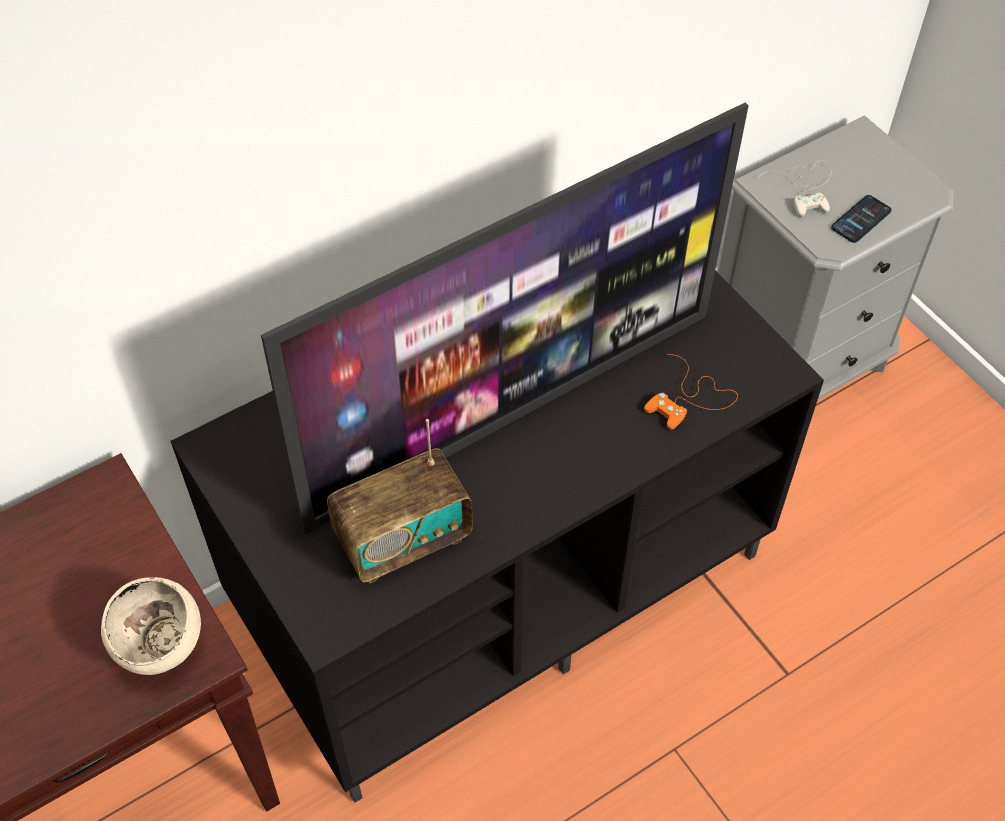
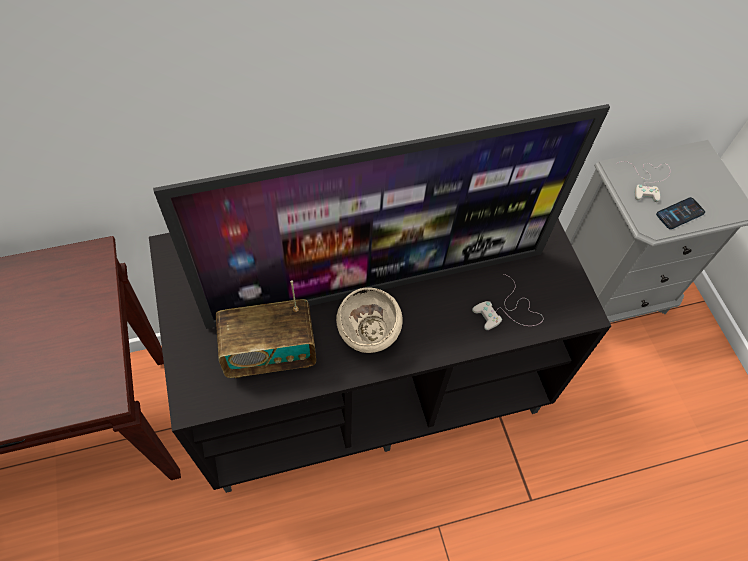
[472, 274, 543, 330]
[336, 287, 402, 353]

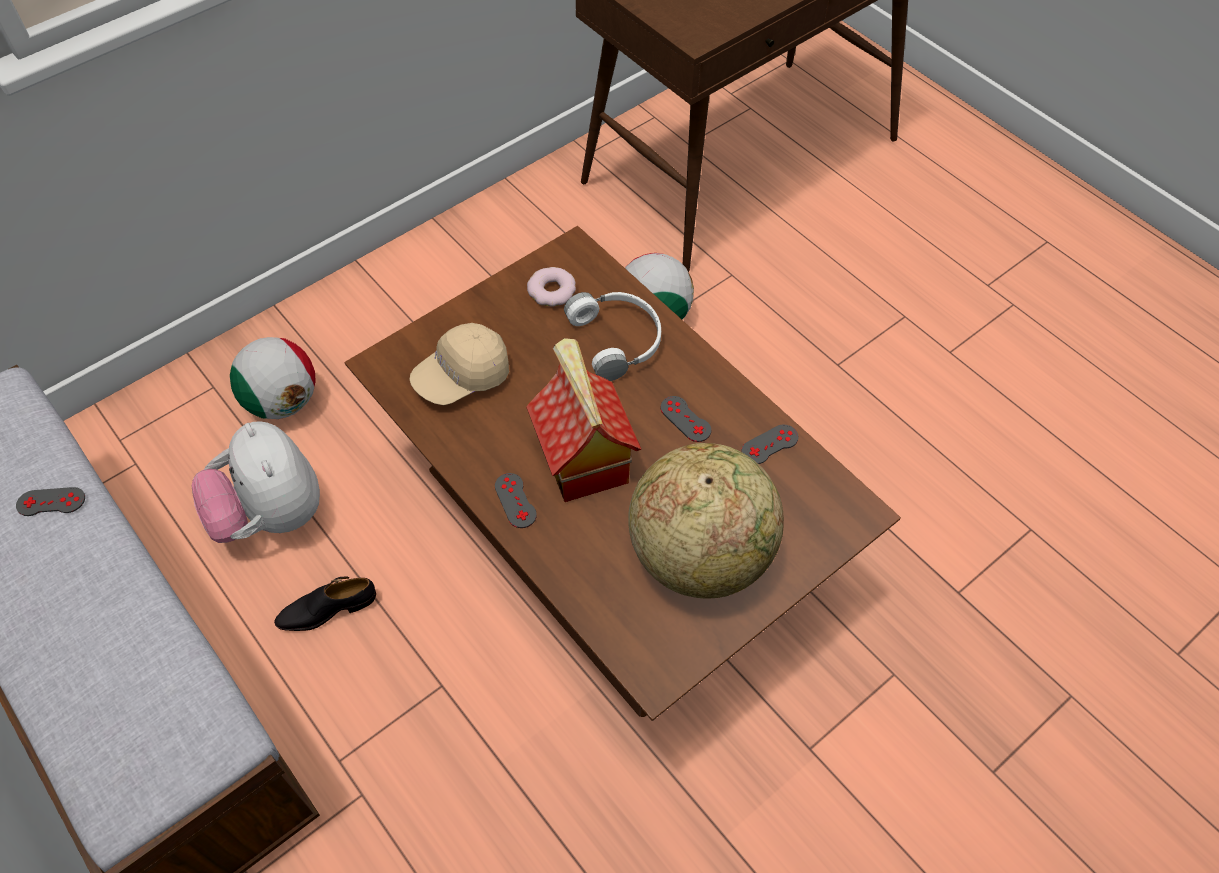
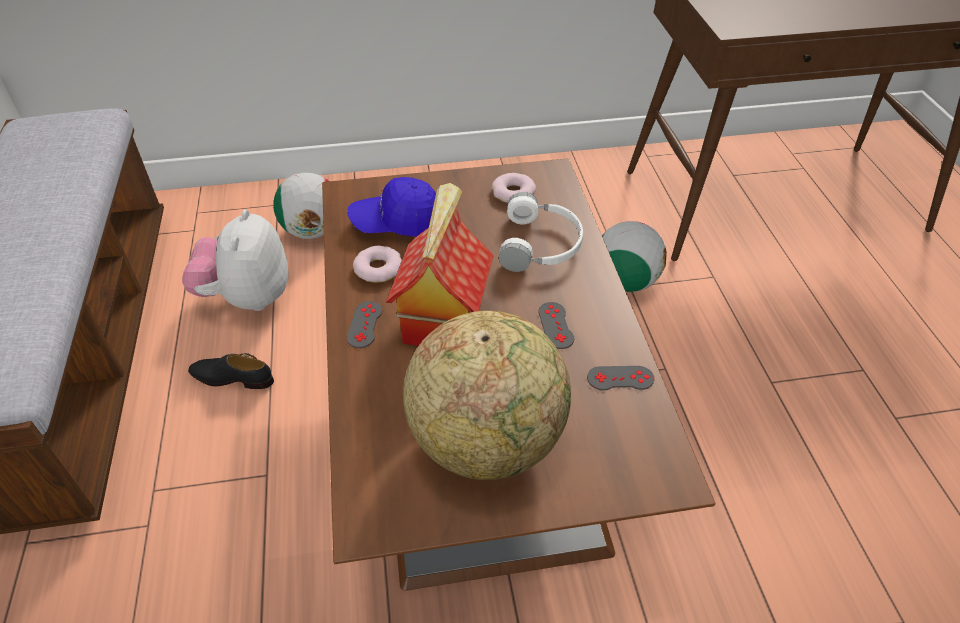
[347, 177, 436, 237]
[16, 487, 85, 516] (first image)
[353, 246, 402, 283]

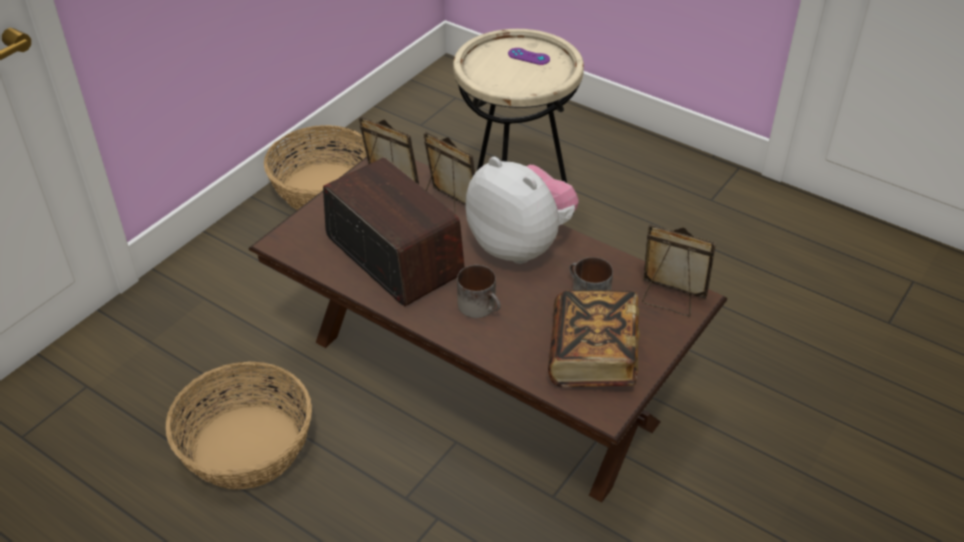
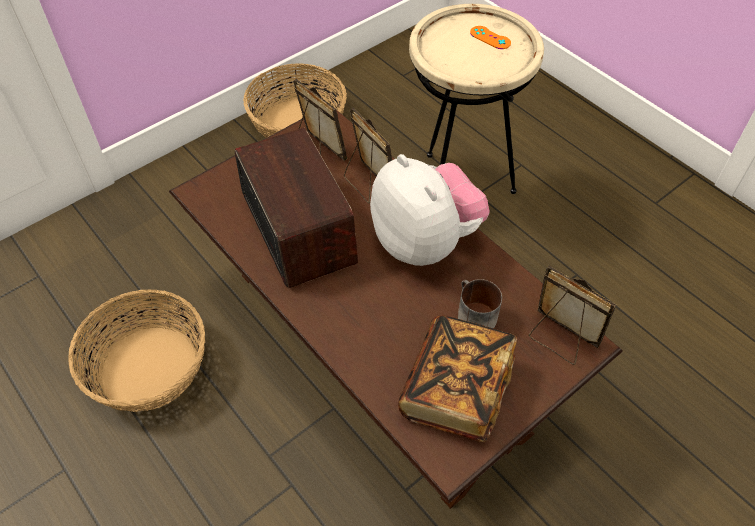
[470, 26, 511, 49]
[457, 265, 501, 318] (first image)

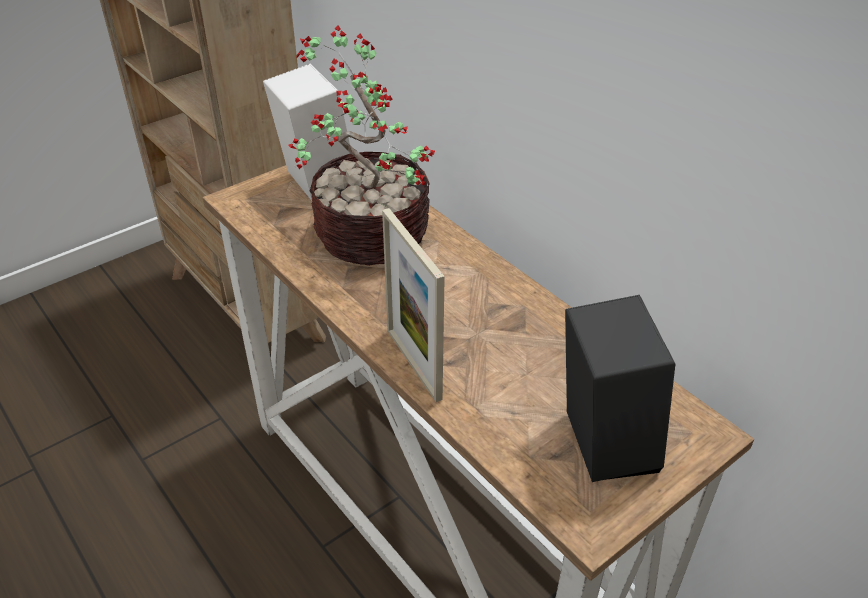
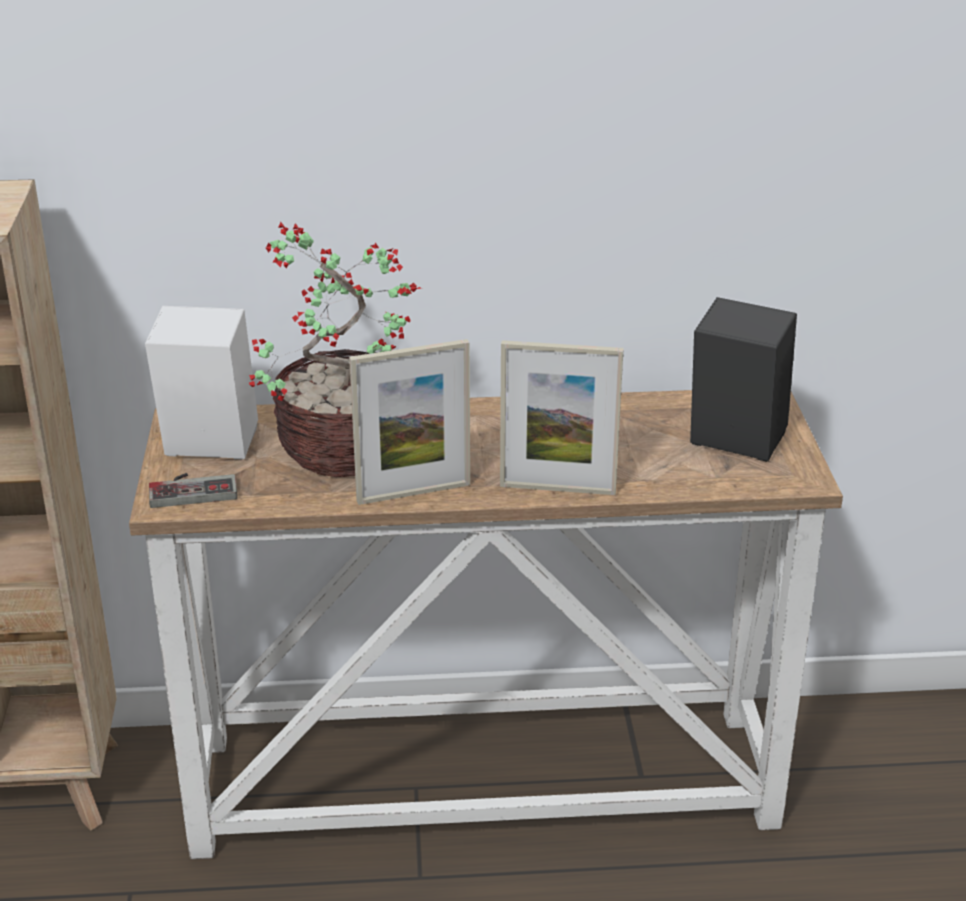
[349, 339, 470, 505]
[149, 473, 237, 508]

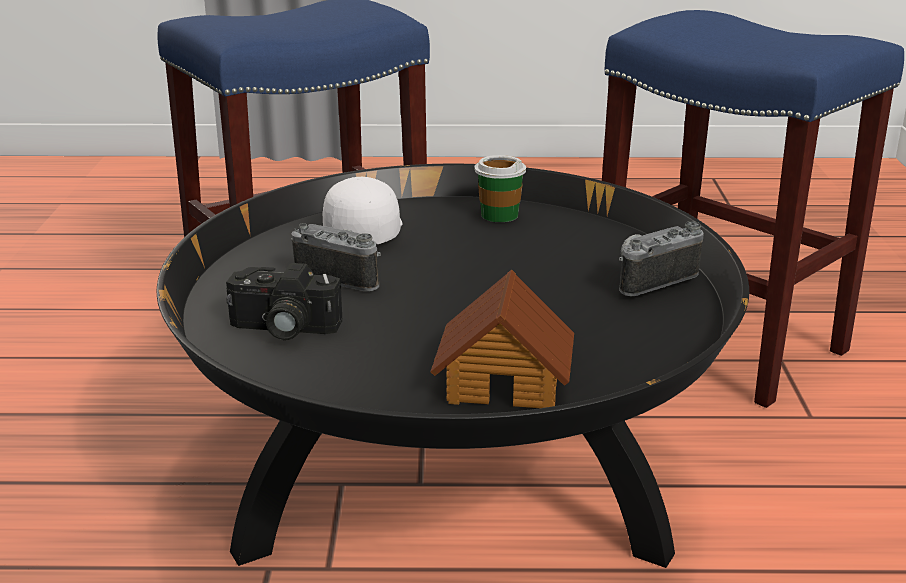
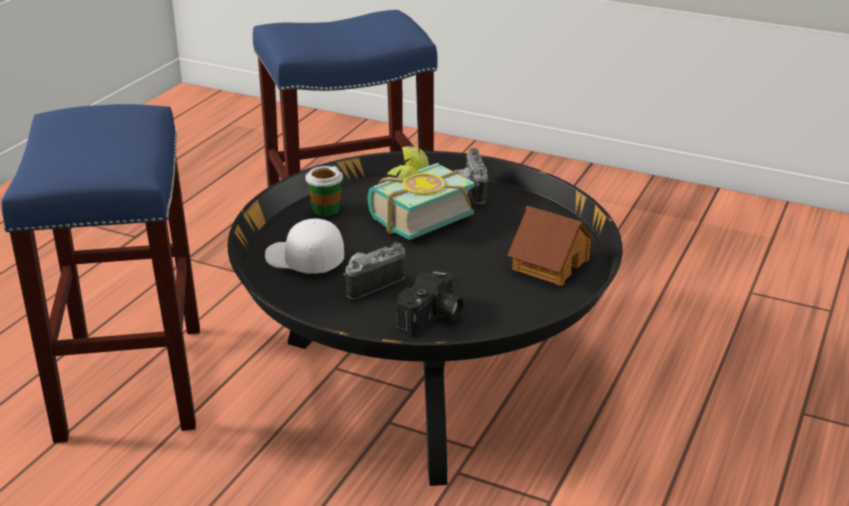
[367, 146, 475, 240]

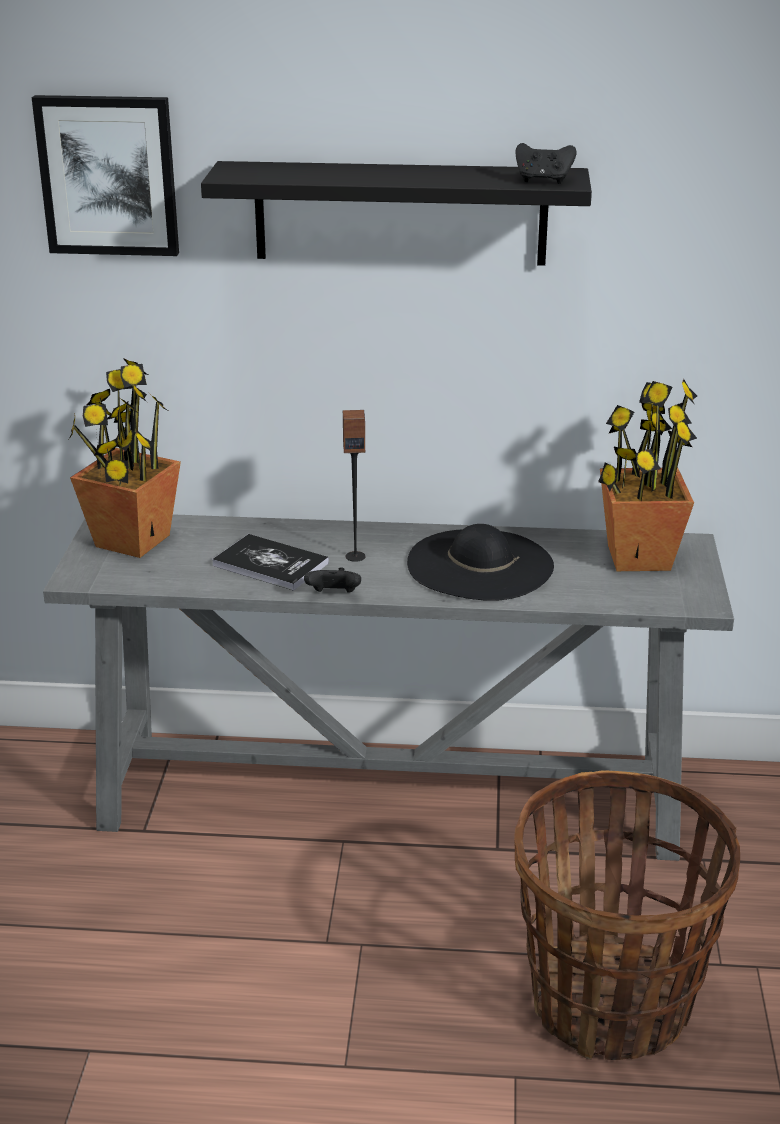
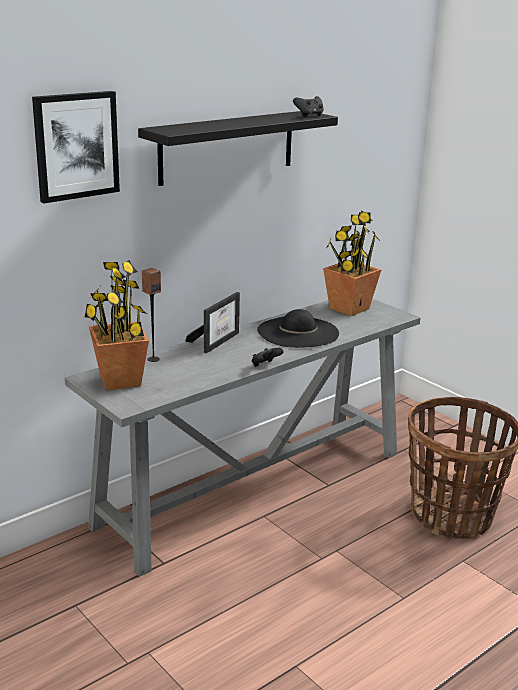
[142, 268, 161, 362]
[212, 534, 329, 591] (first image)
[185, 292, 240, 353]

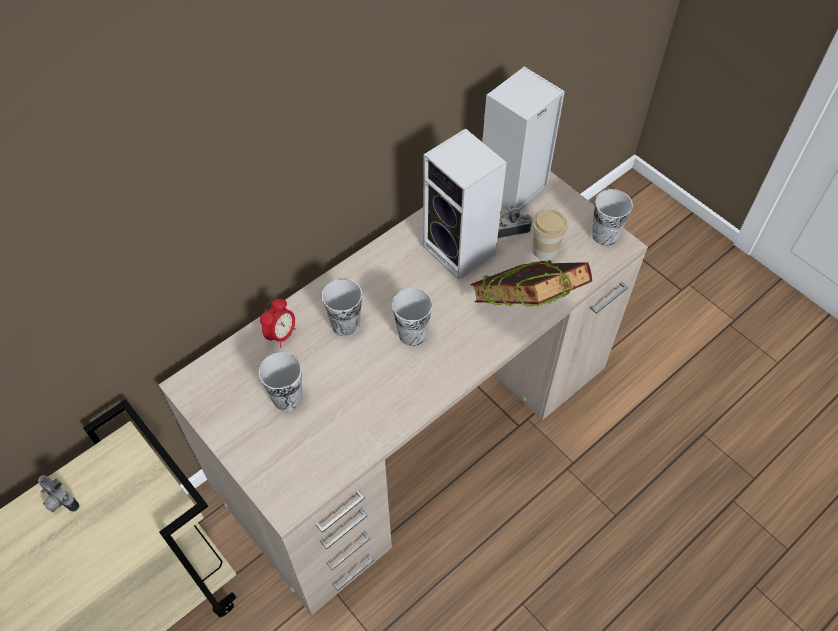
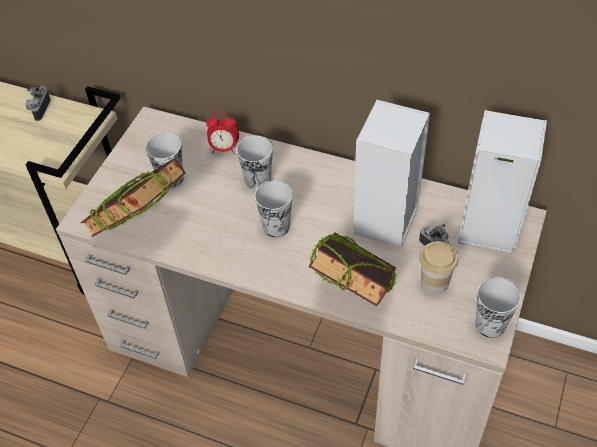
[81, 158, 185, 237]

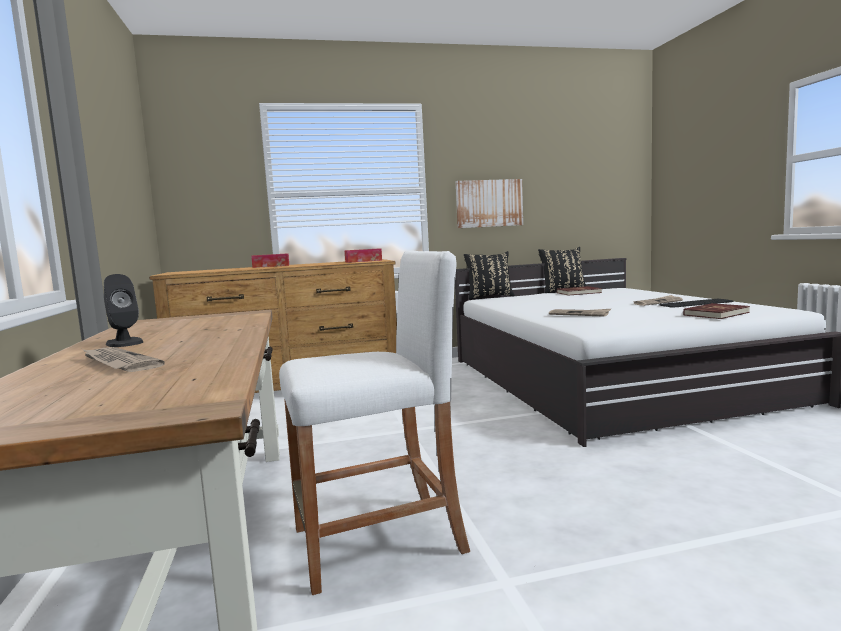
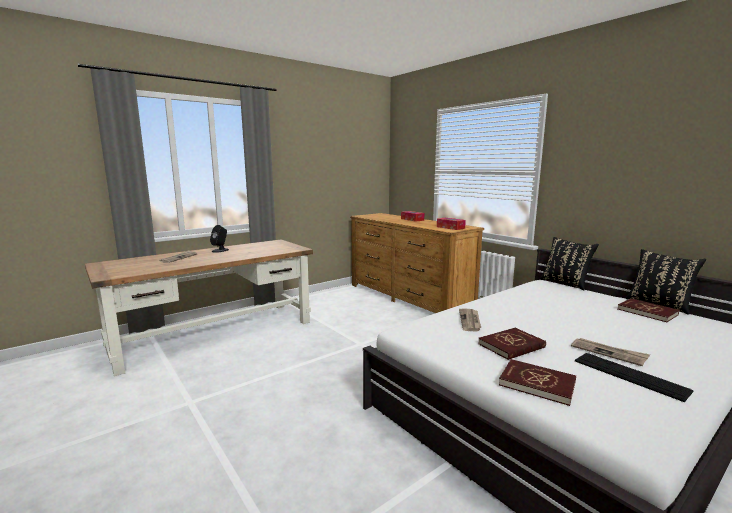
[456, 179, 523, 228] (first image)
[279, 250, 470, 595] (first image)
[478, 328, 546, 360]

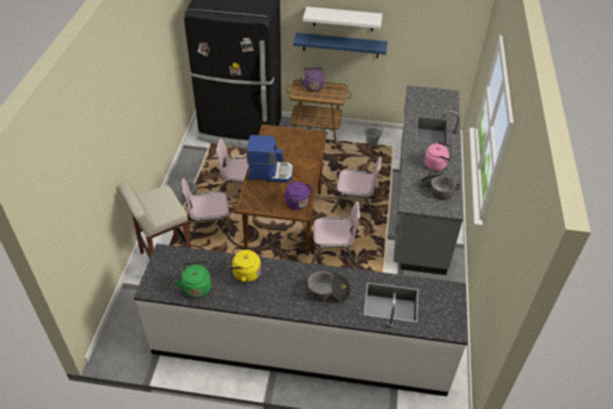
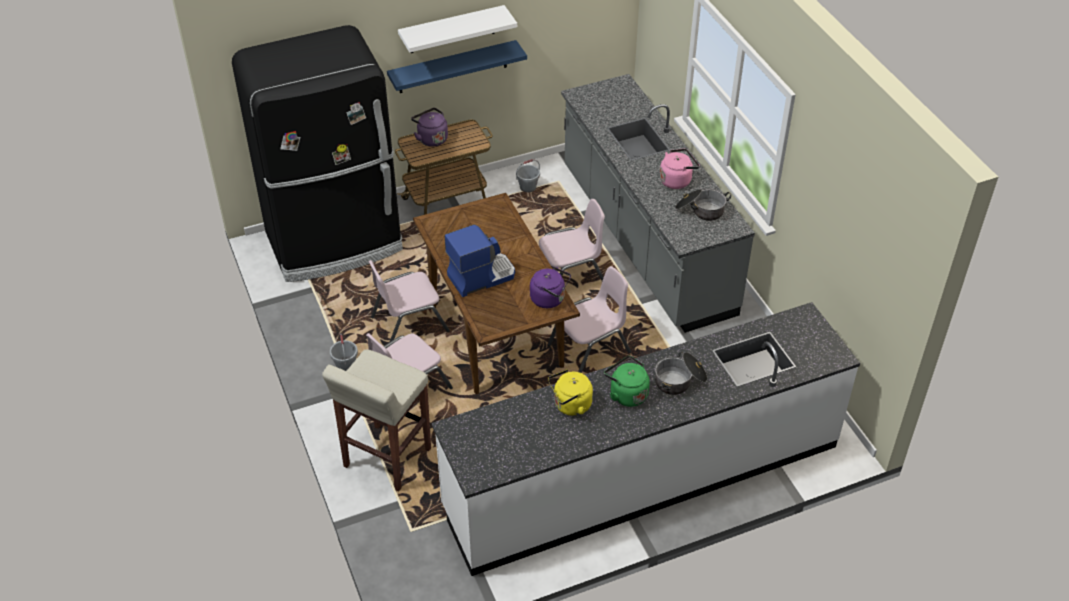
[604, 356, 650, 407]

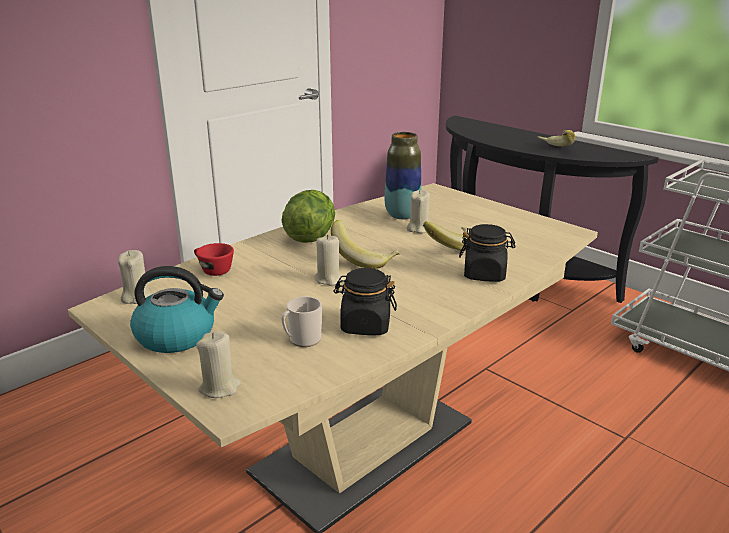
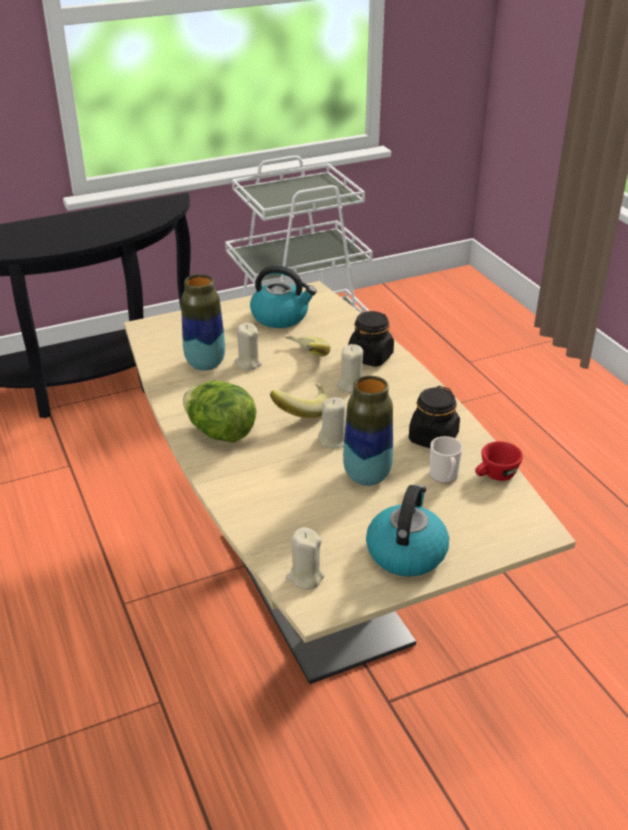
[537, 130, 575, 146] (first image)
[475, 441, 523, 481]
[337, 344, 363, 393]
[250, 266, 317, 328]
[343, 376, 393, 486]

